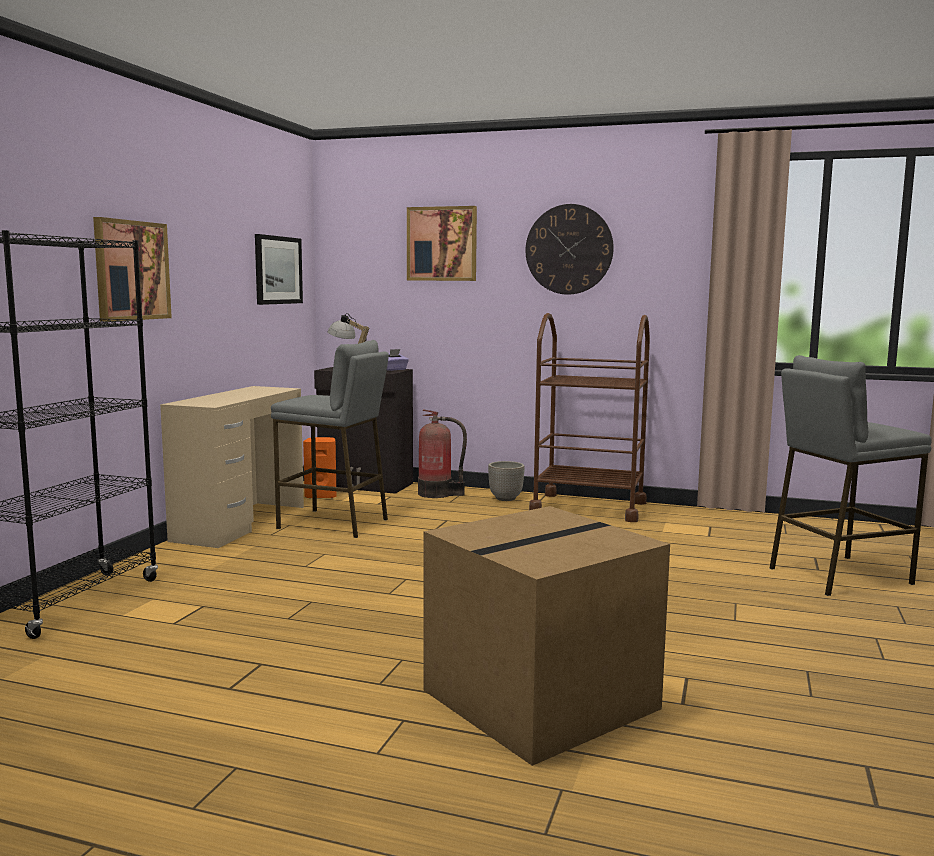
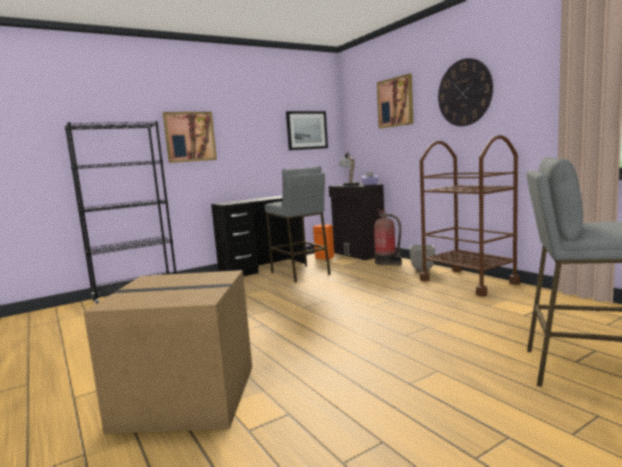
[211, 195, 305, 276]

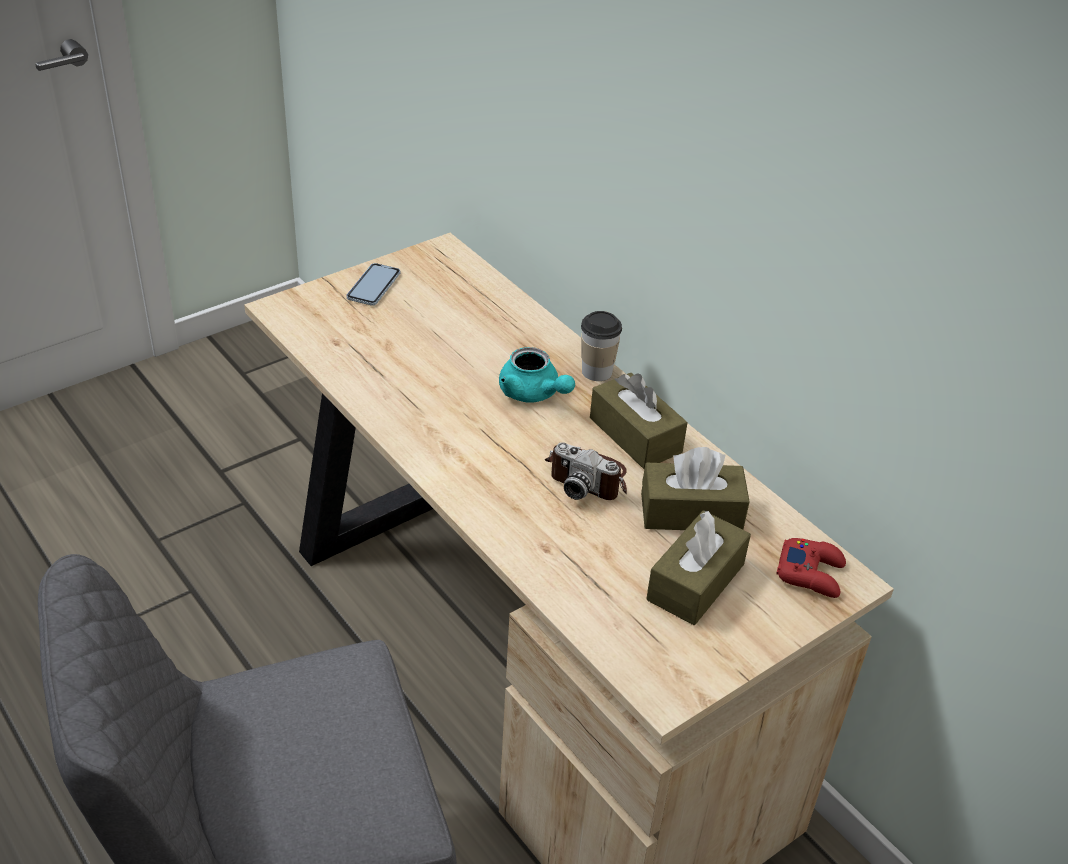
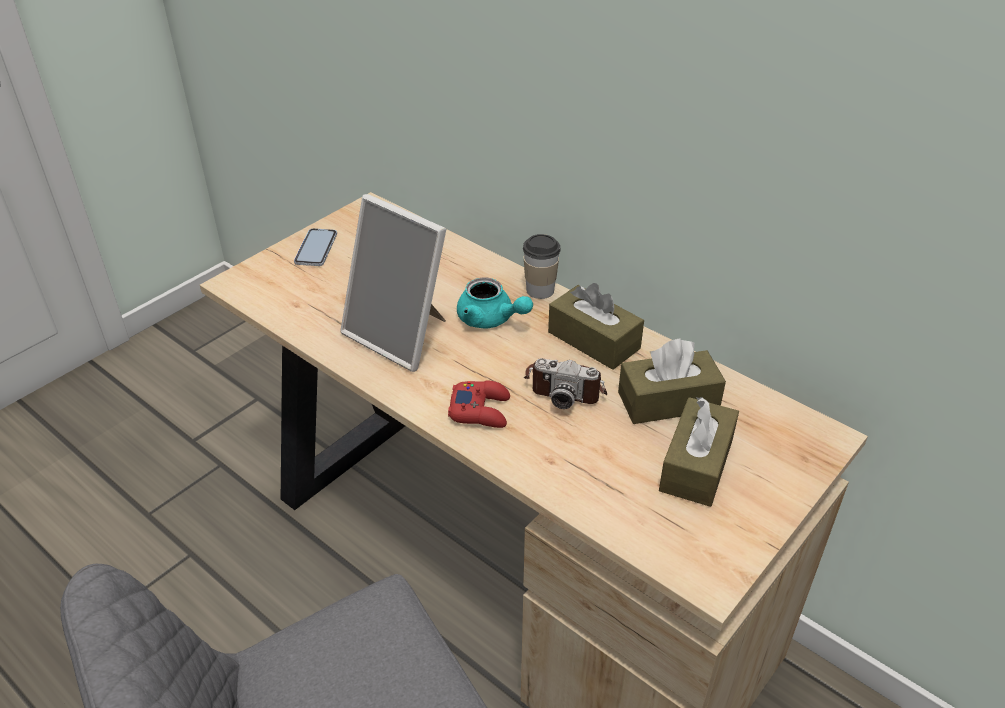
[448, 380, 510, 428]
[340, 194, 446, 372]

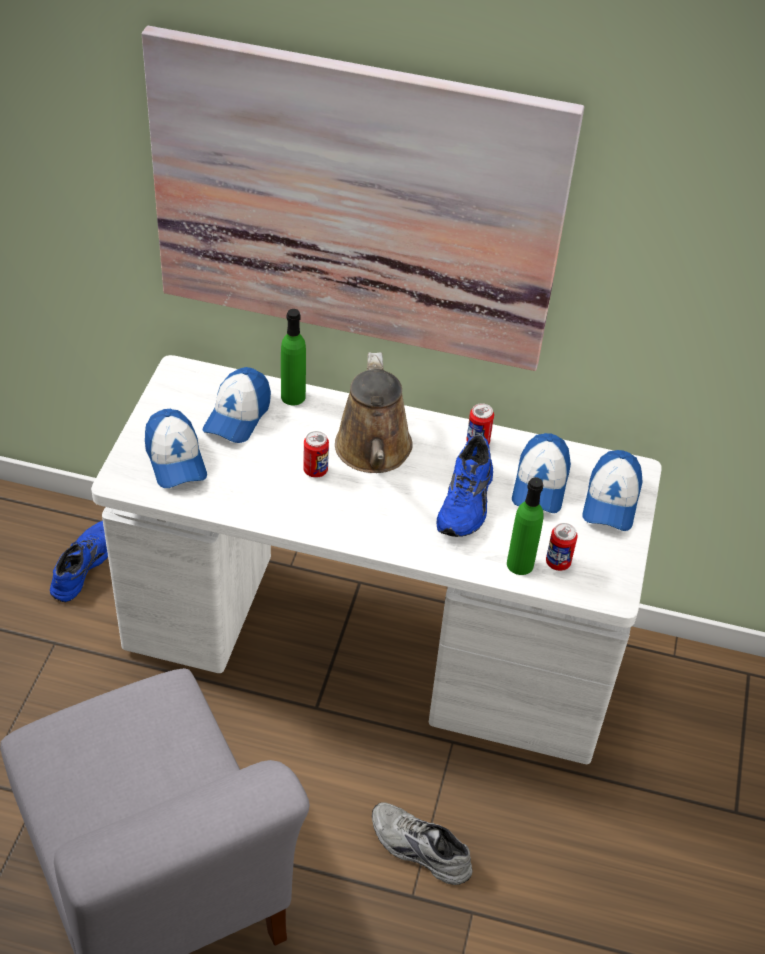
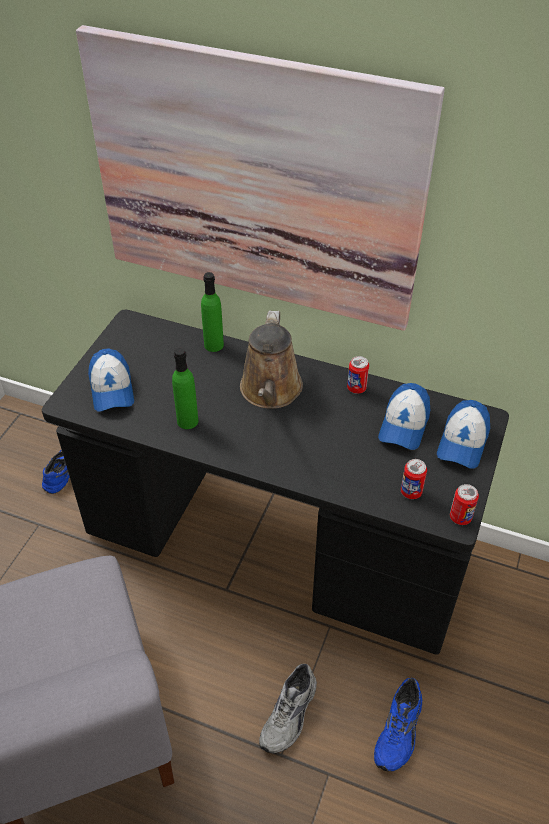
[42, 309, 509, 655]
[203, 367, 271, 443] (first image)
[450, 484, 479, 525]
[374, 678, 422, 772]
[172, 348, 198, 429]
[259, 664, 317, 754]

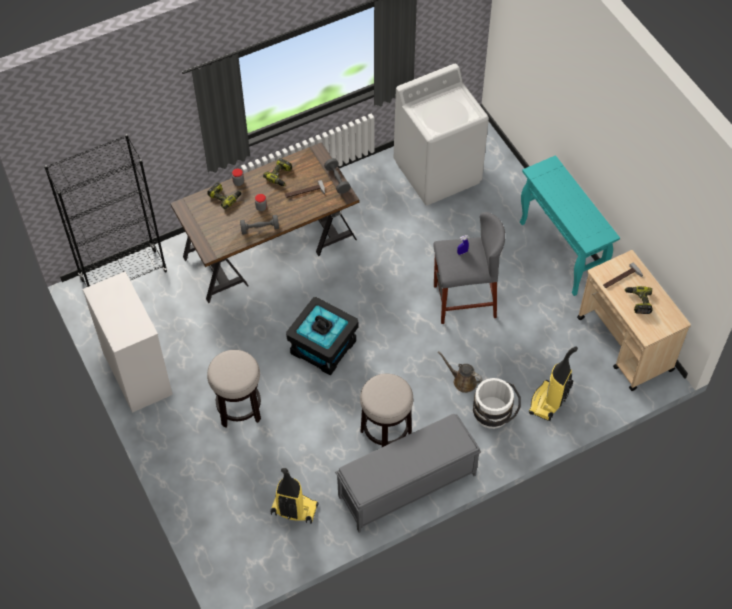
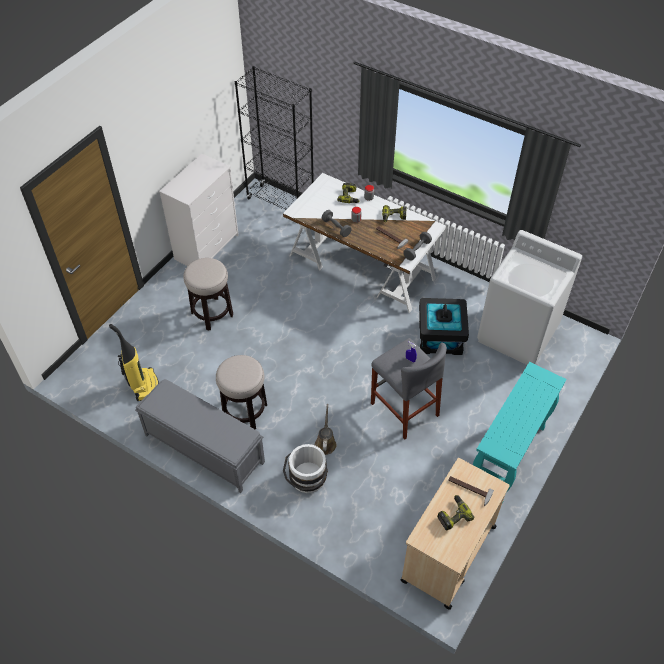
[283, 173, 446, 313]
[419, 298, 469, 355]
[529, 347, 578, 421] (first image)

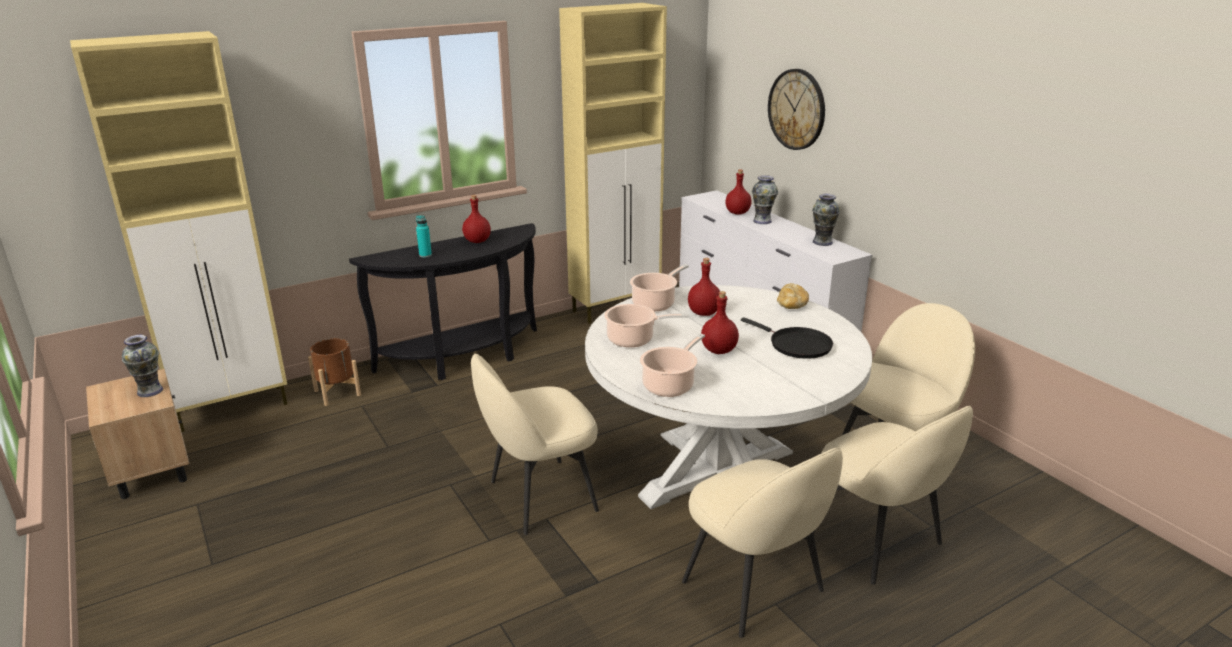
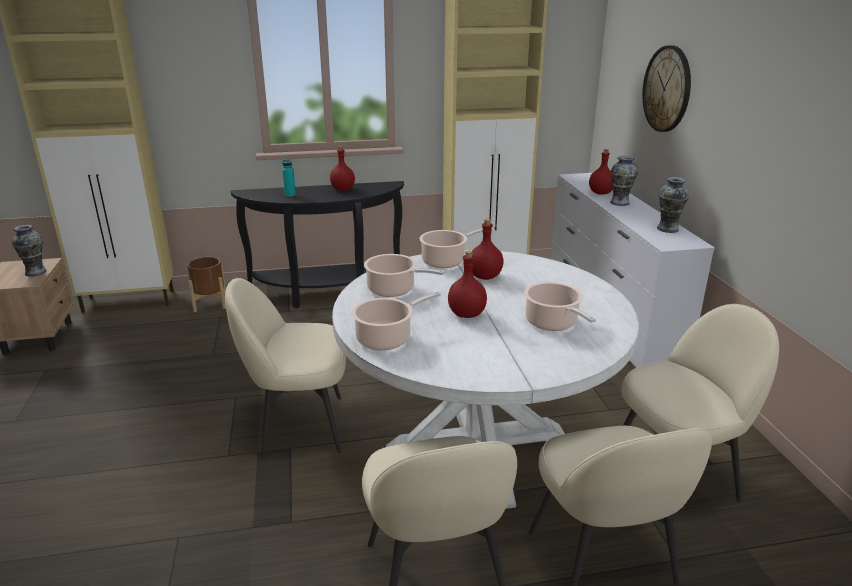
[777, 283, 809, 309] (first image)
[524, 282, 596, 331]

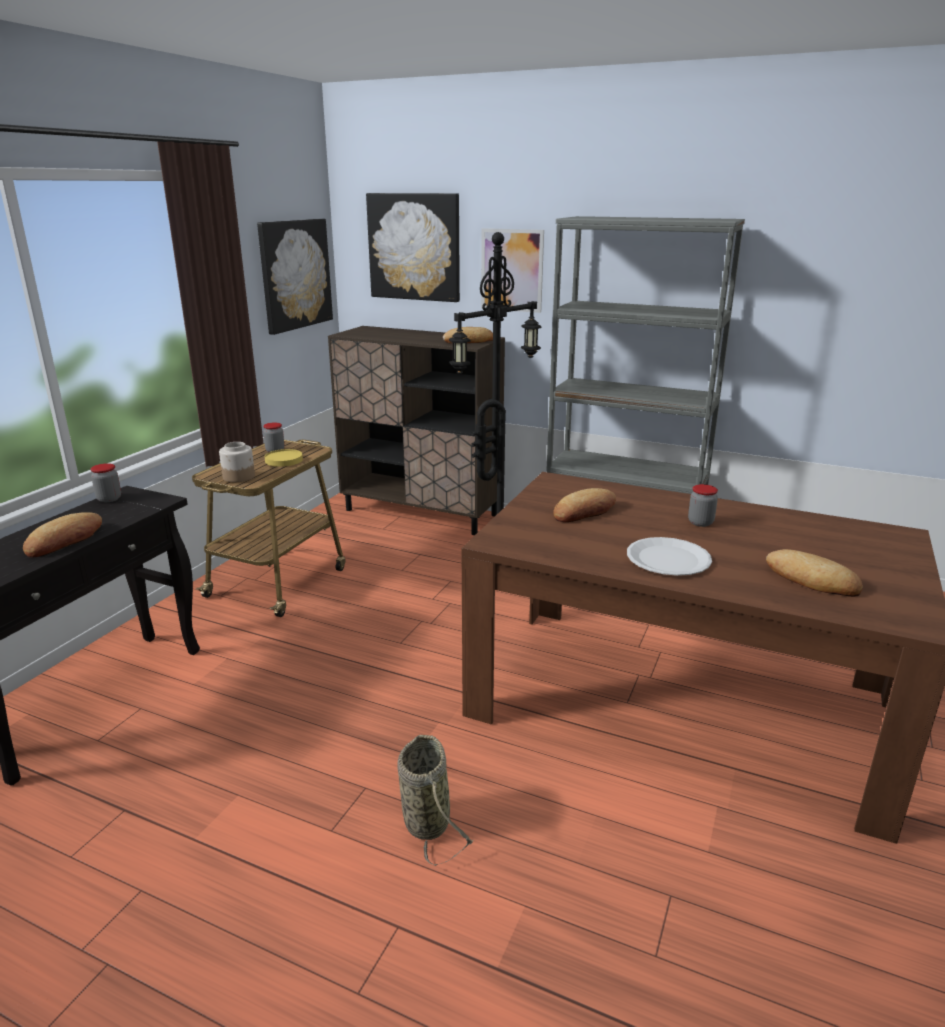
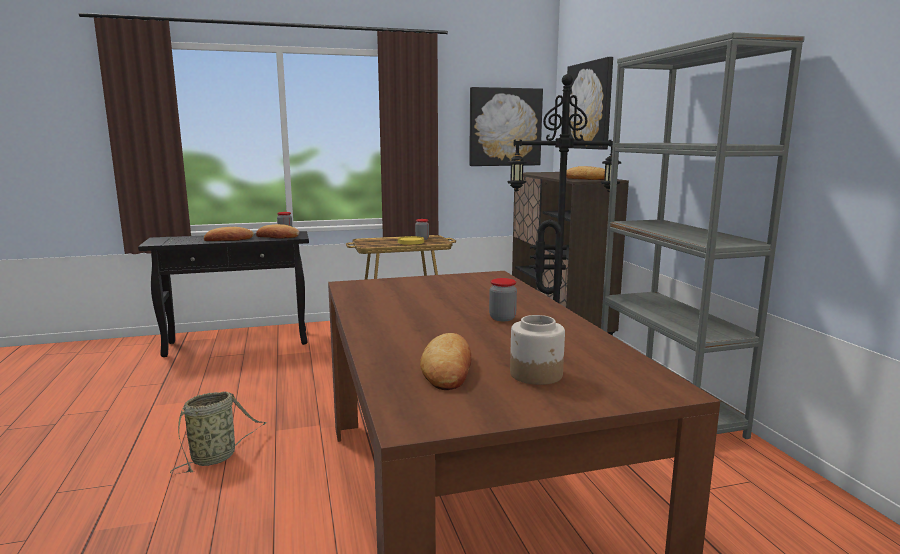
[481, 228, 544, 313] (first image)
[510, 315, 565, 385]
[256, 224, 299, 239]
[627, 537, 712, 576] (first image)

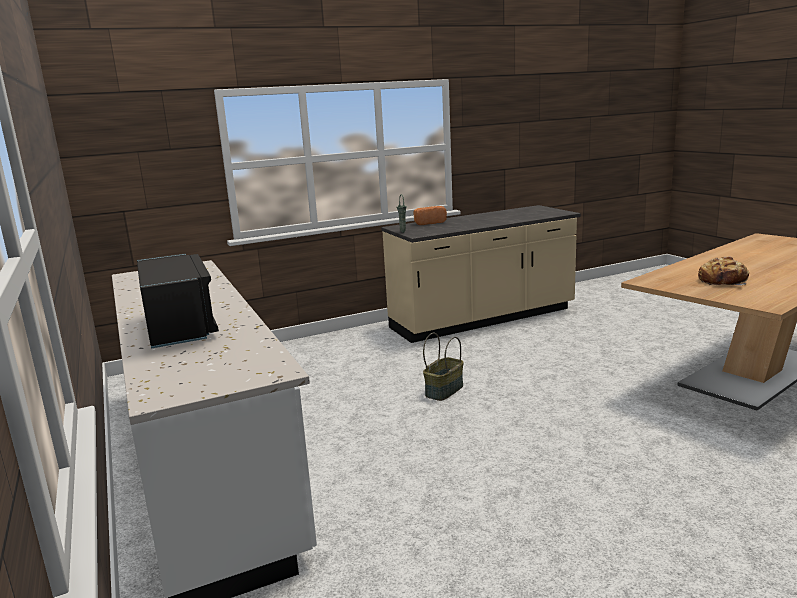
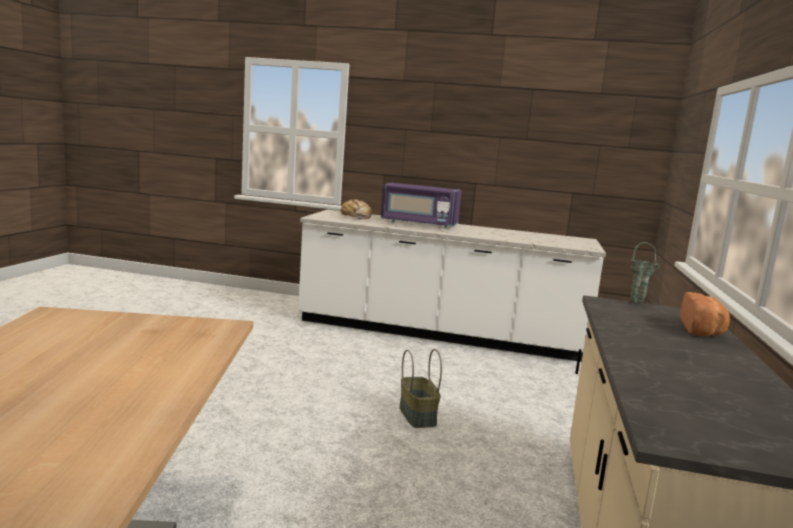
[381, 183, 462, 228]
[339, 199, 372, 219]

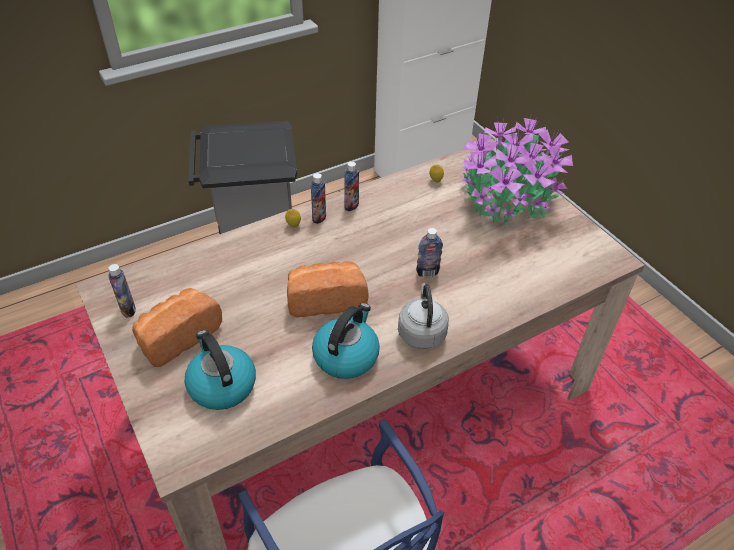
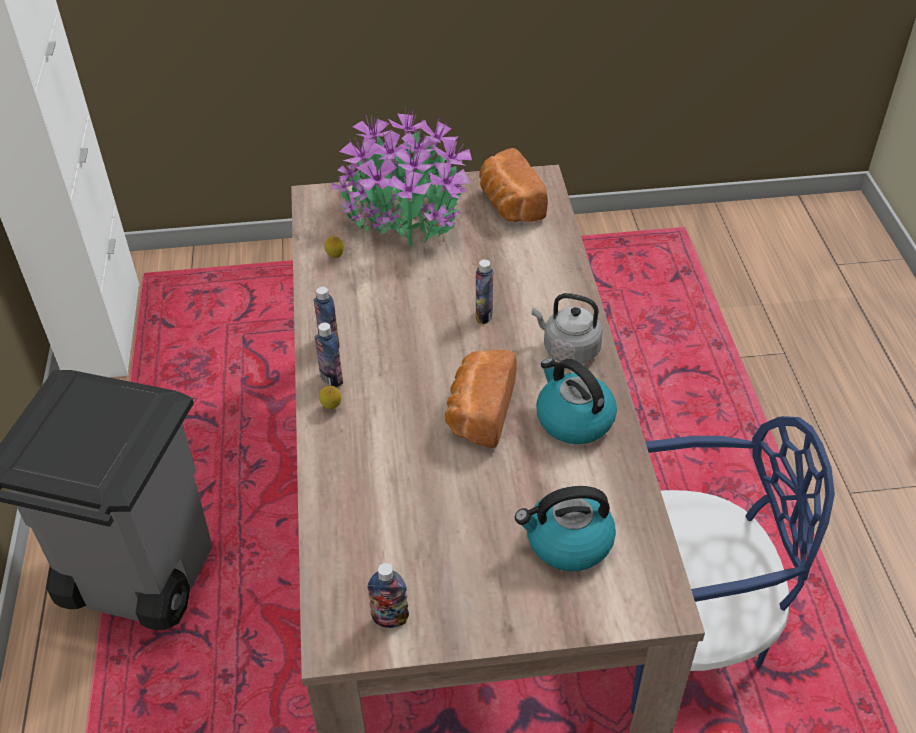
[479, 148, 548, 222]

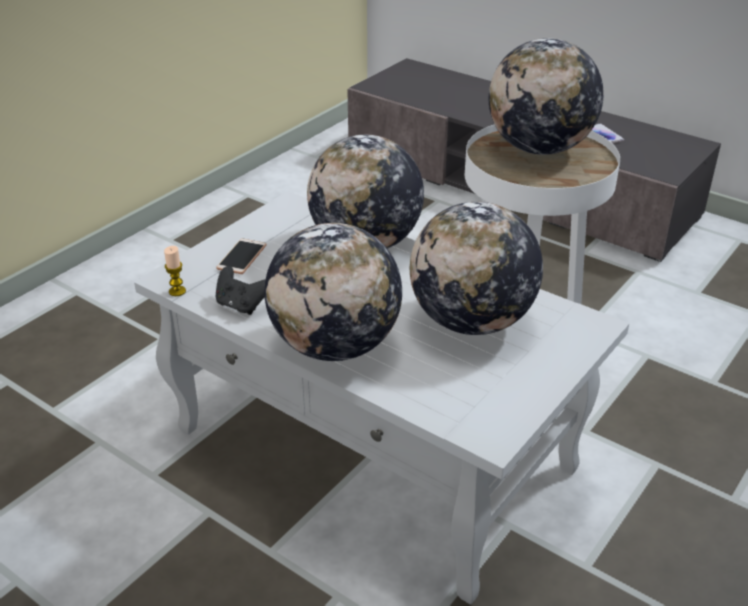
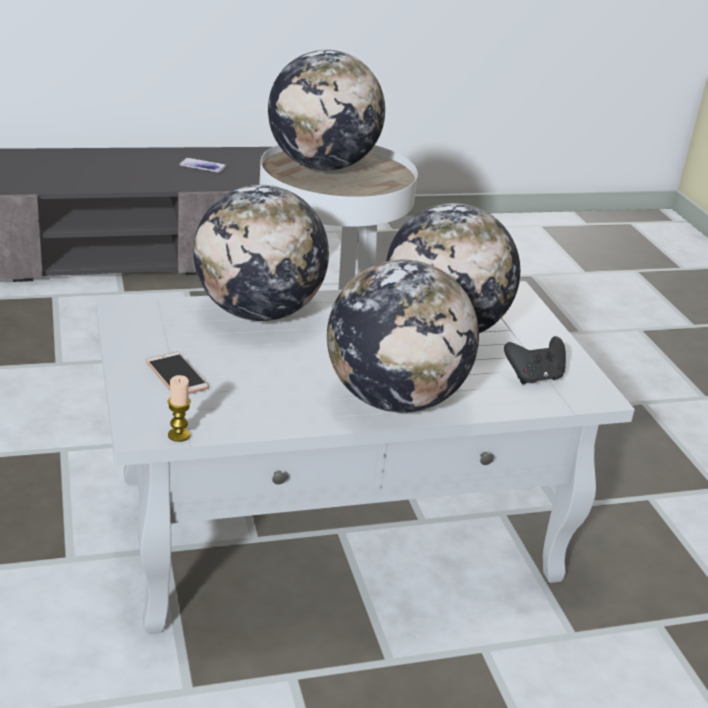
[504, 336, 566, 385]

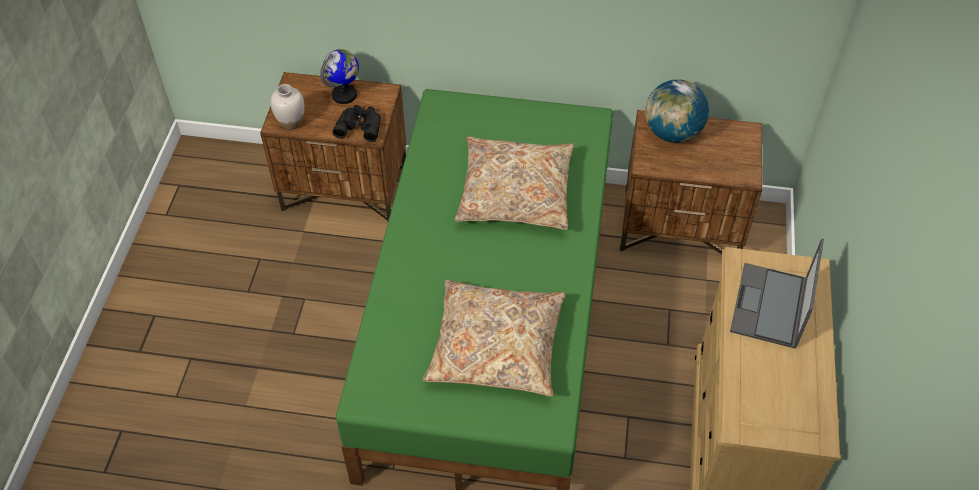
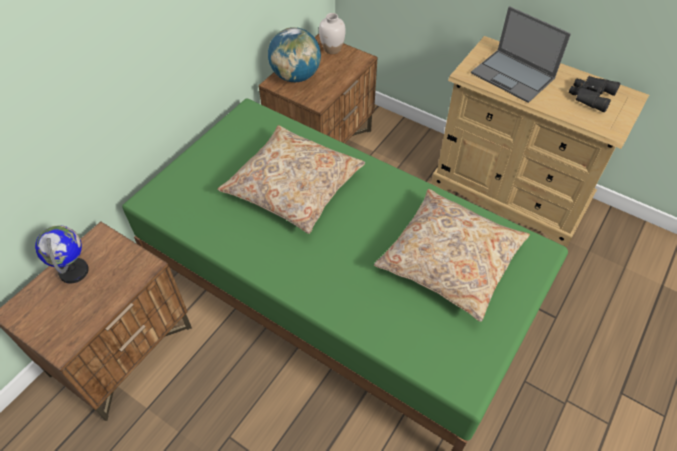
[319, 13, 346, 54]
[569, 76, 620, 112]

